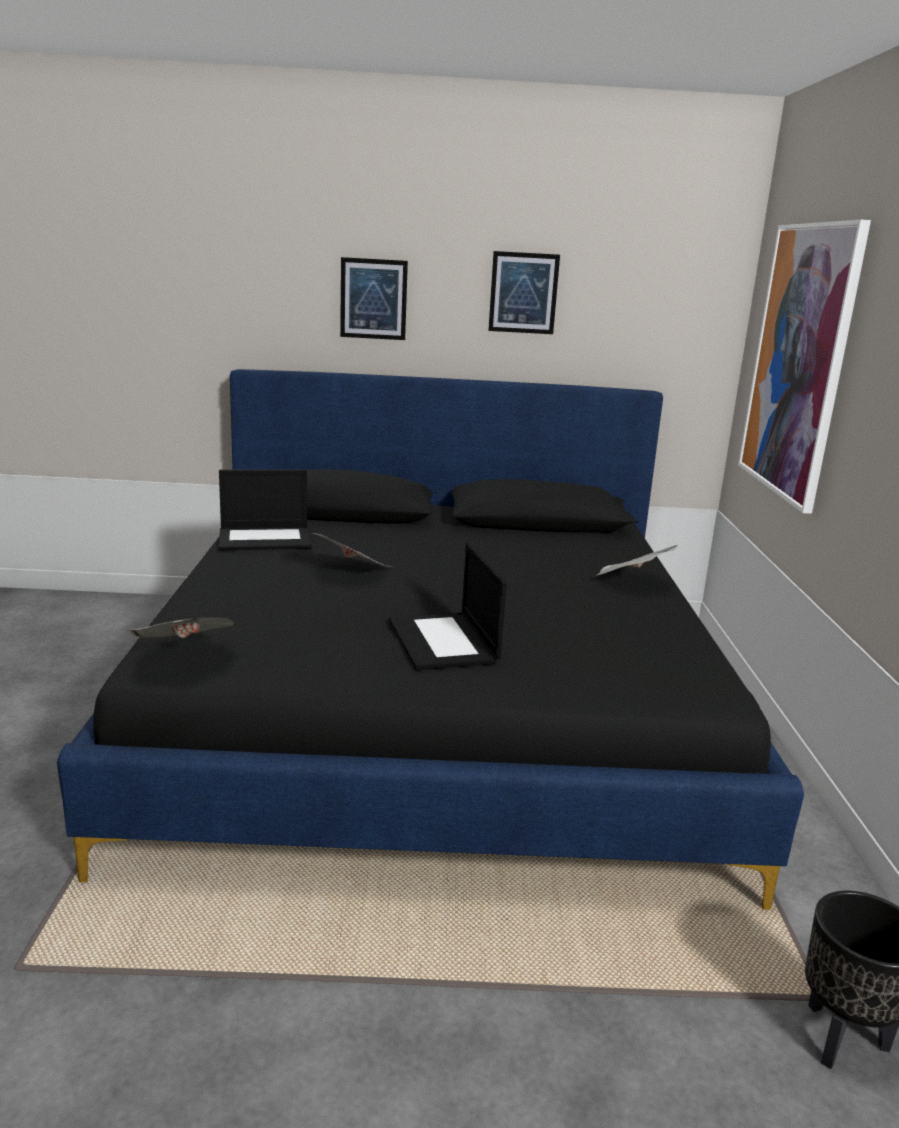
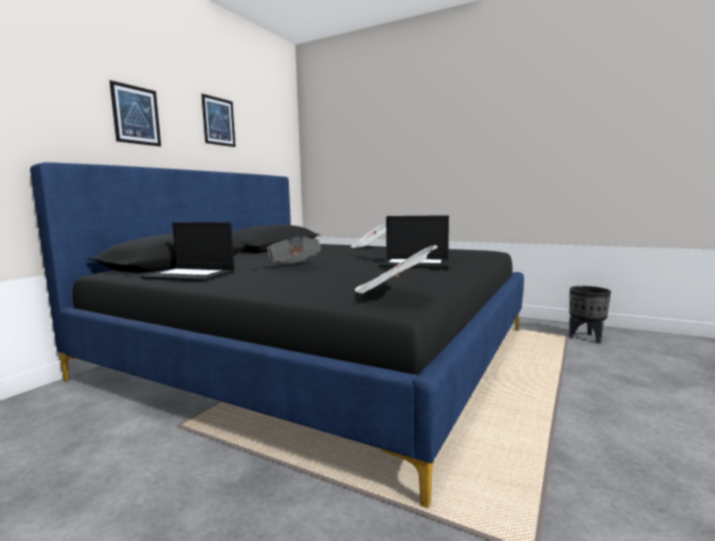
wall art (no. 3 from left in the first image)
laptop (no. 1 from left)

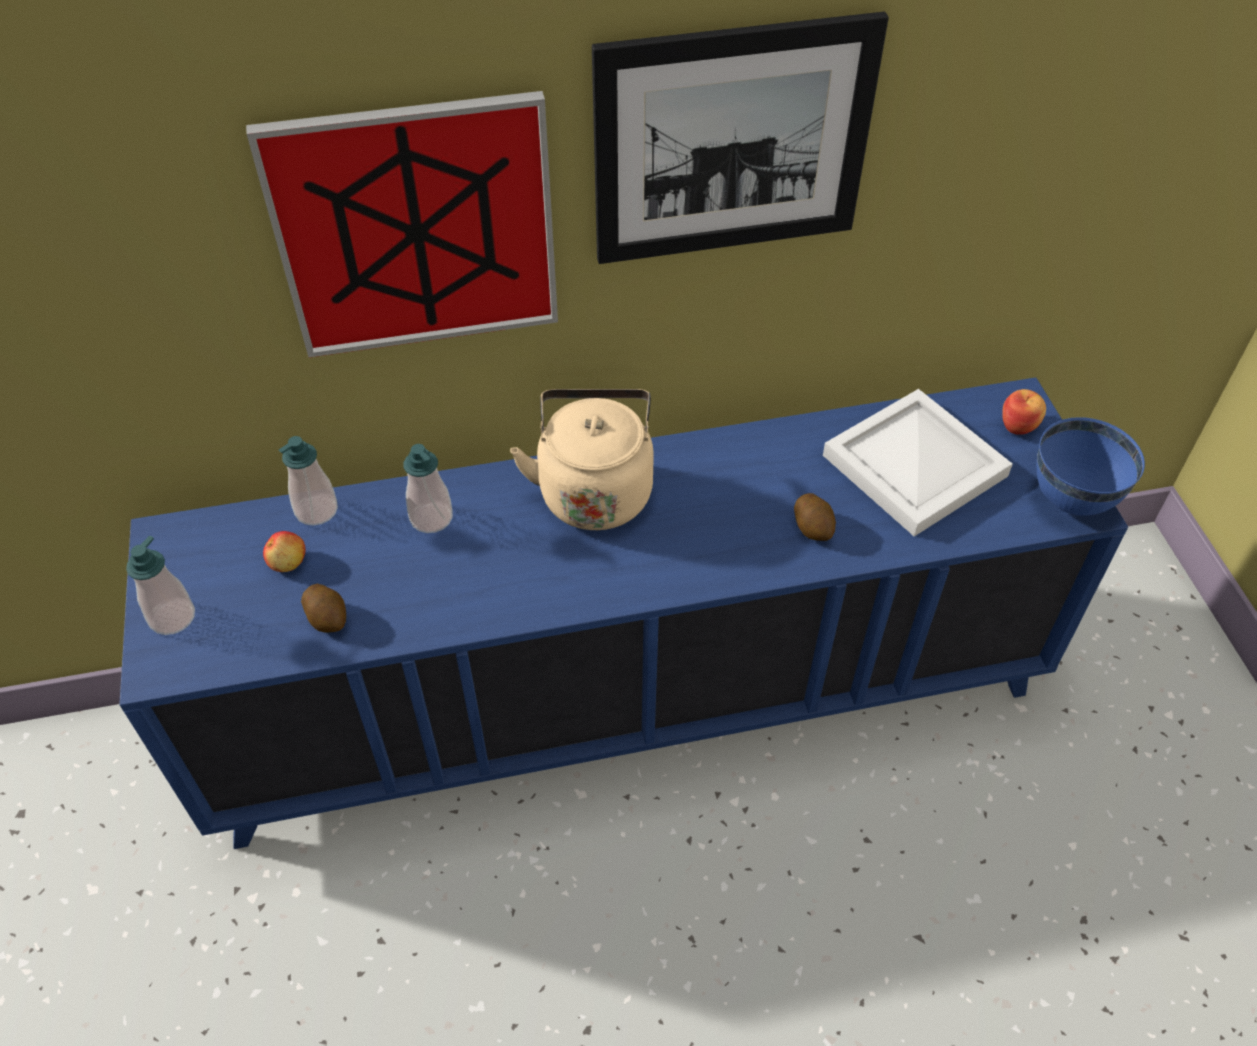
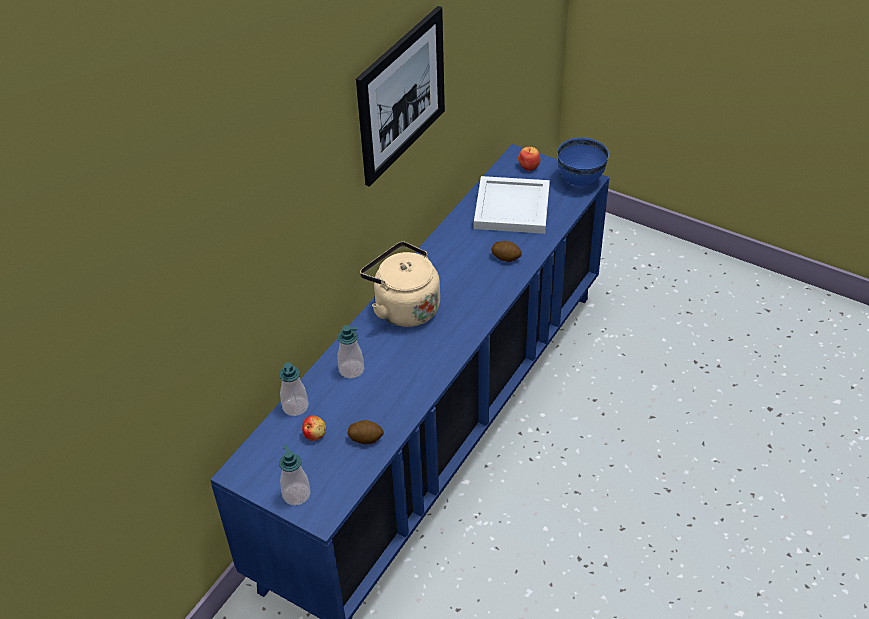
wall art (no. 1 from left in the first image)

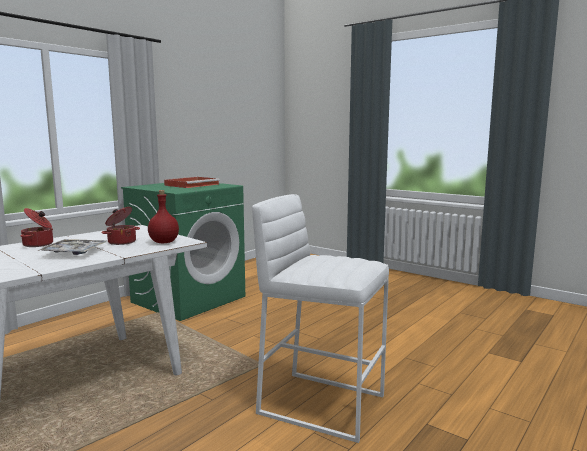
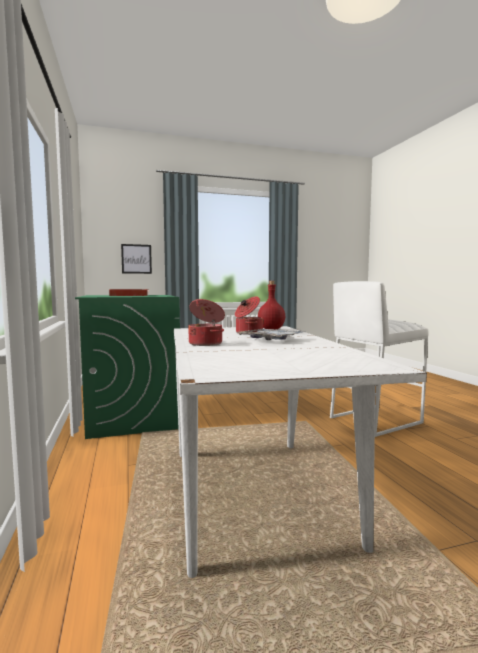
wall art

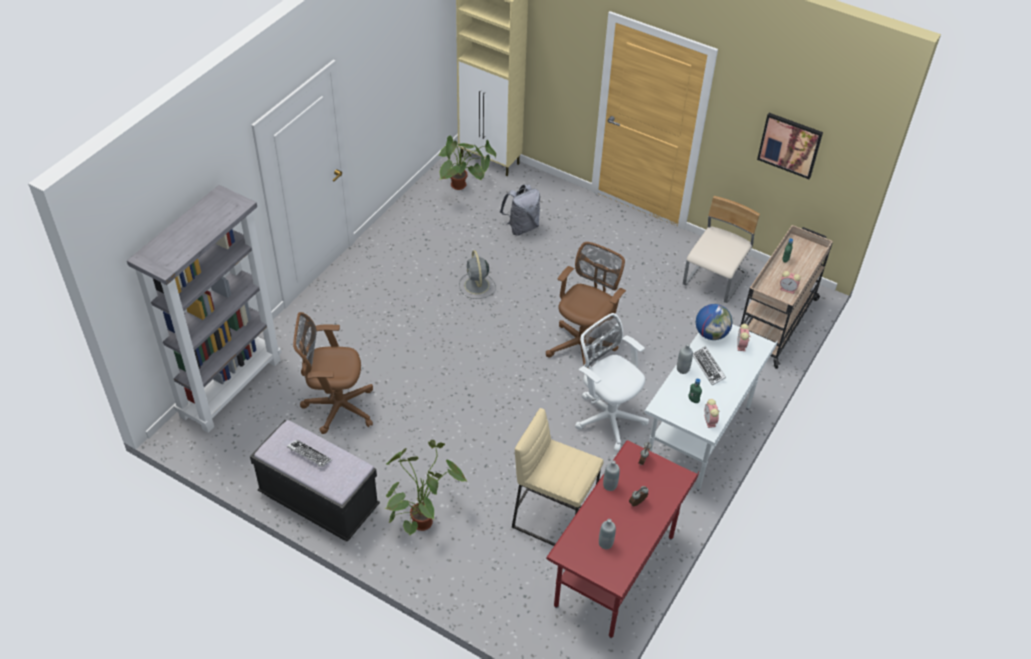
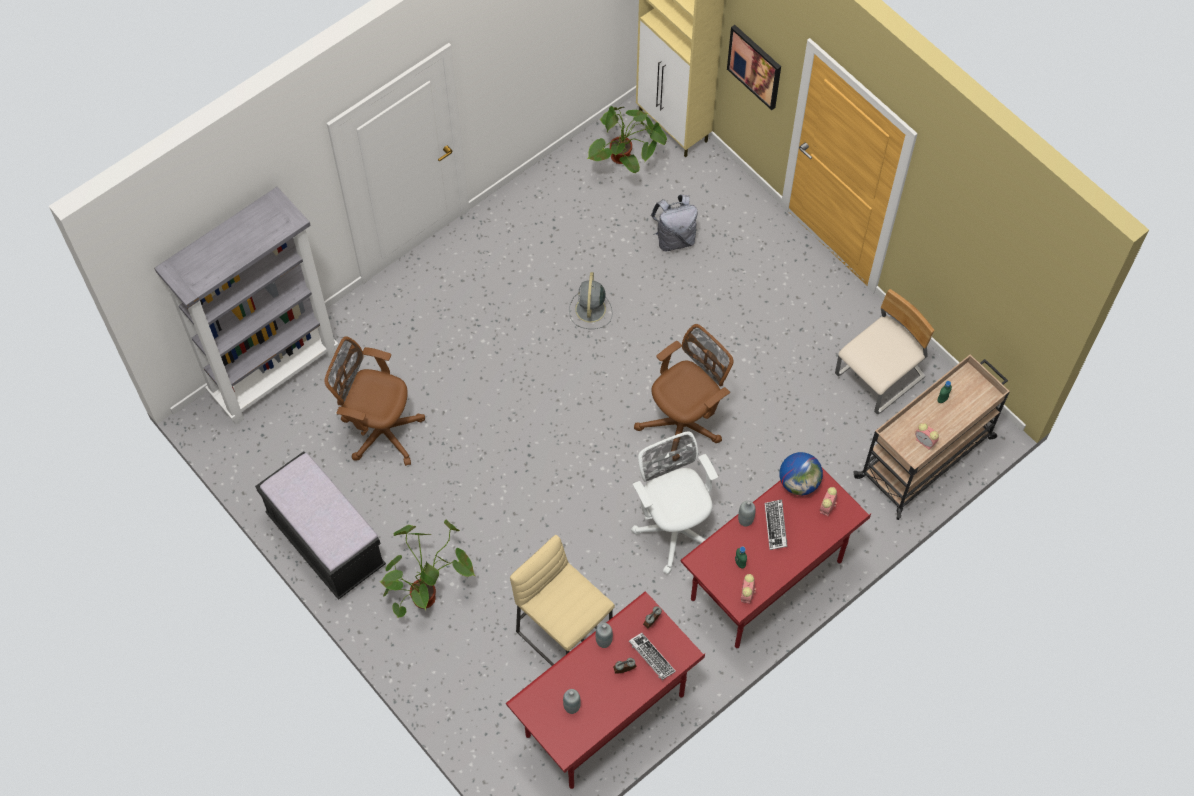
wall art
desk unit (reddish) (no. 2 from left)
PC keyboard (no. 1 from left)

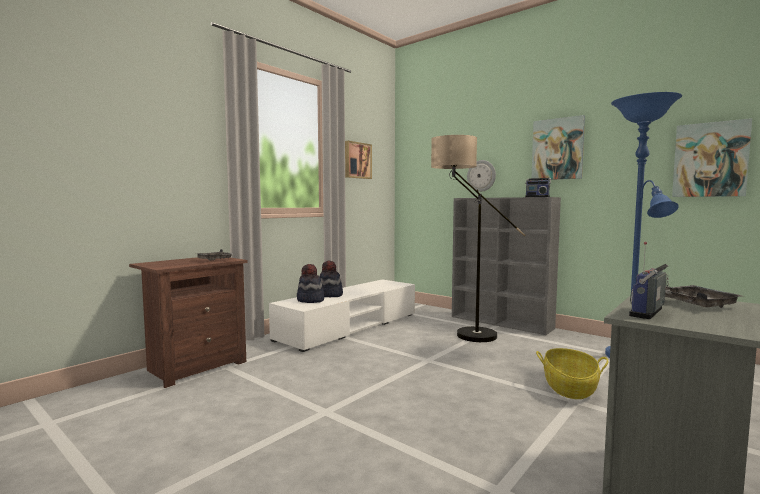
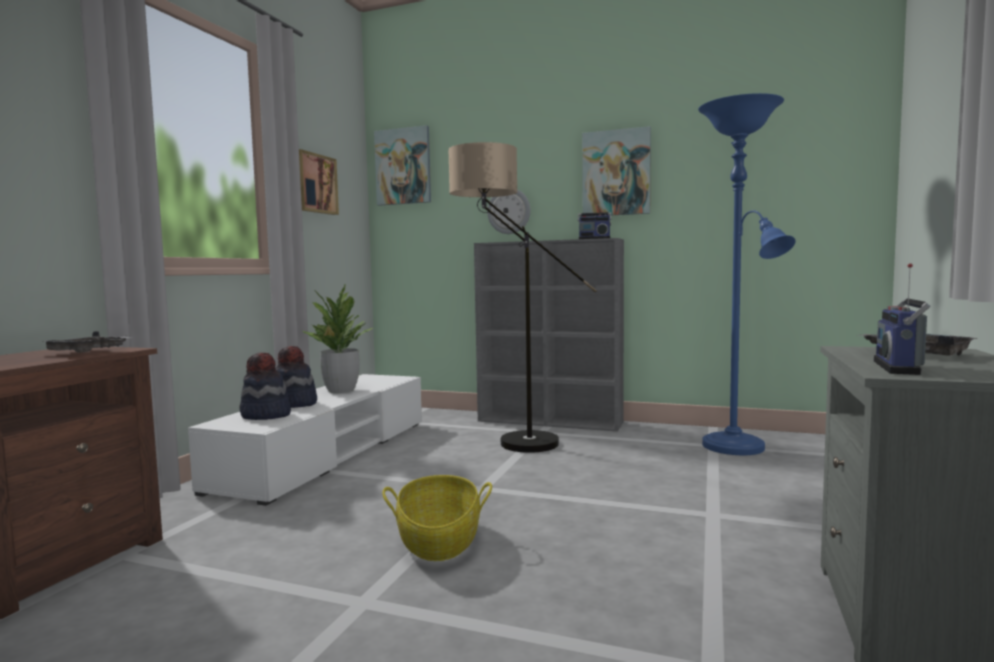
wall art (no. 2 from left)
basket
potted plant

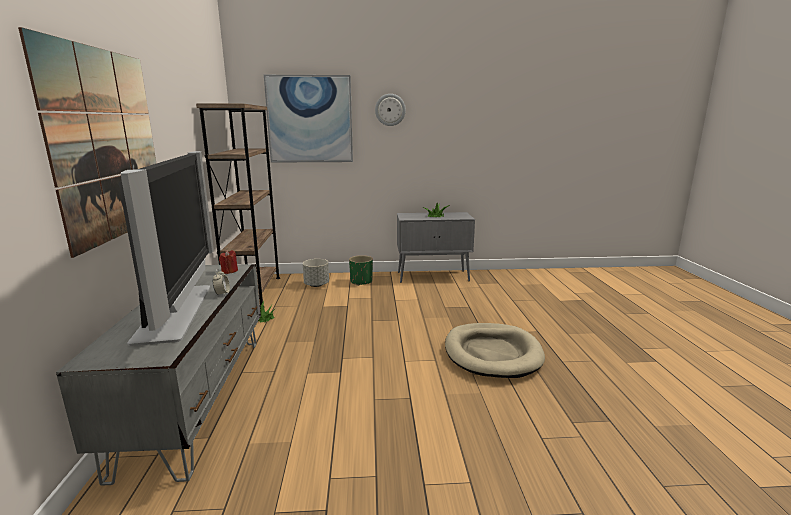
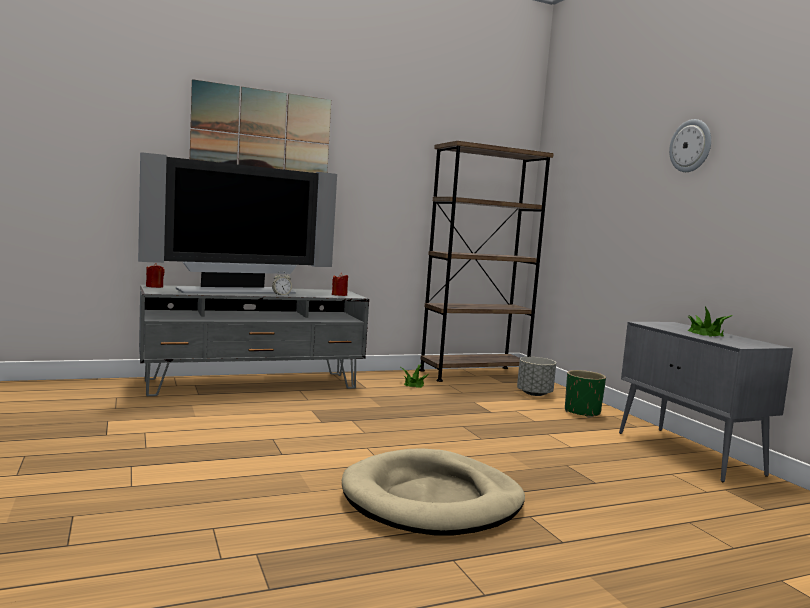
wall art (no. 2 from left in the first image)
wax light (reddish) (no. 1 from left)

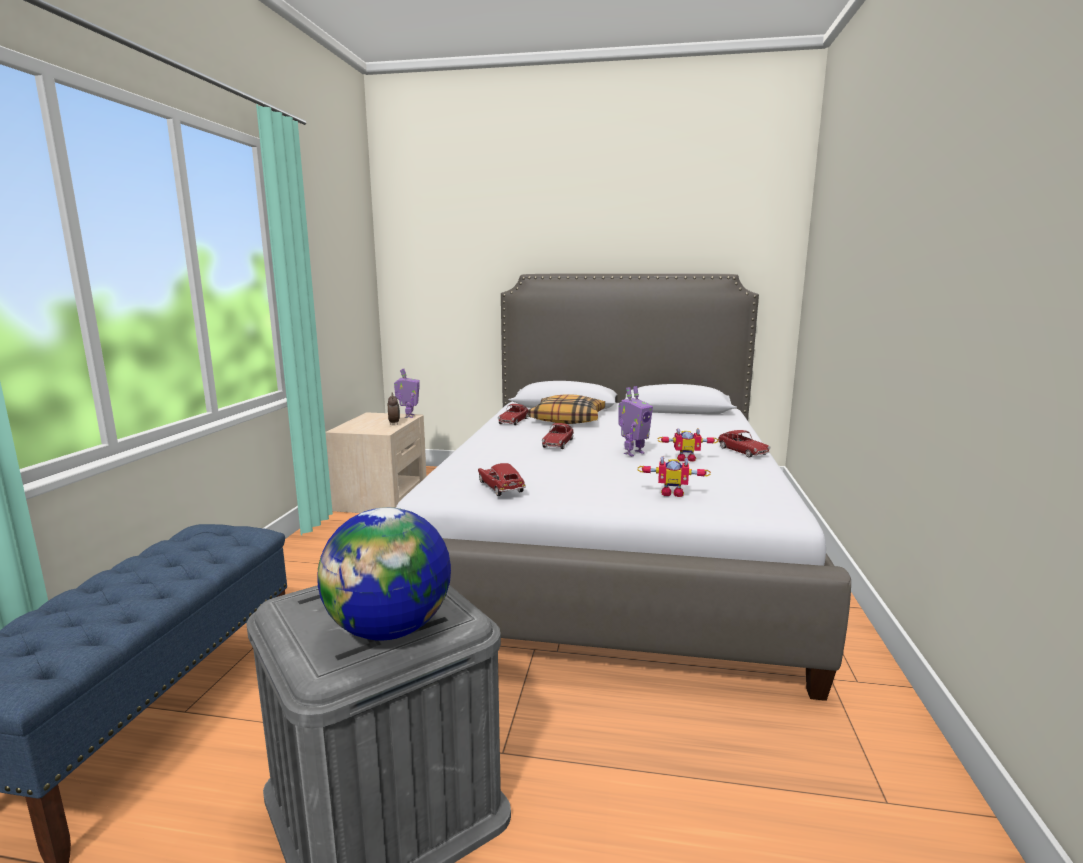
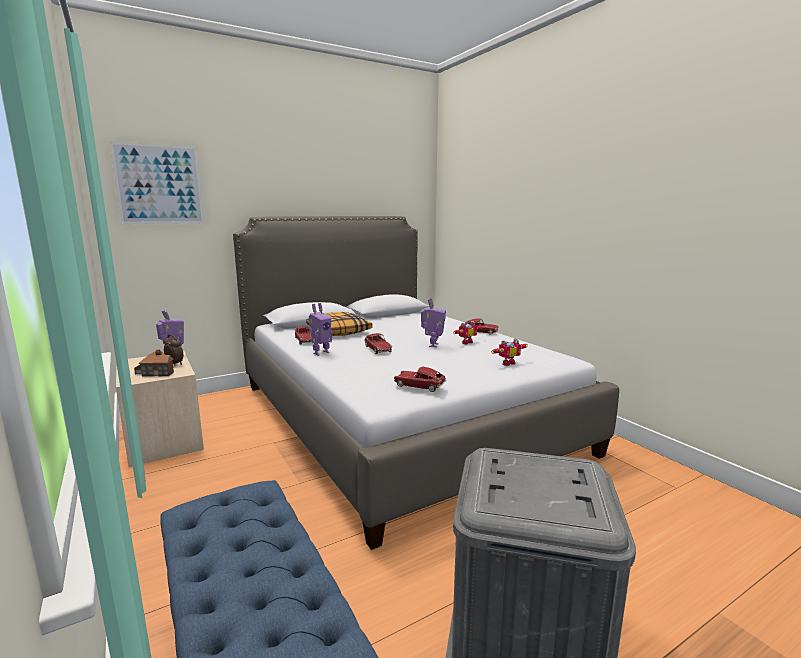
world globe
wall art
robot figure (no. 2 from left)
toy house

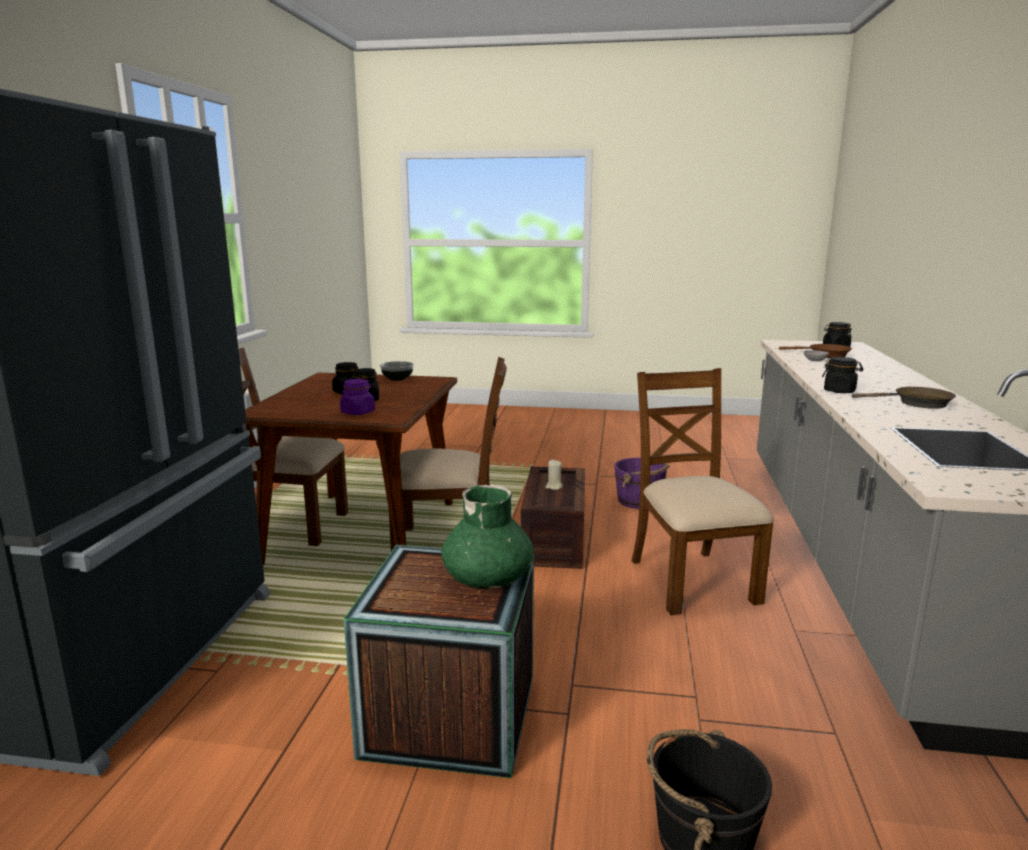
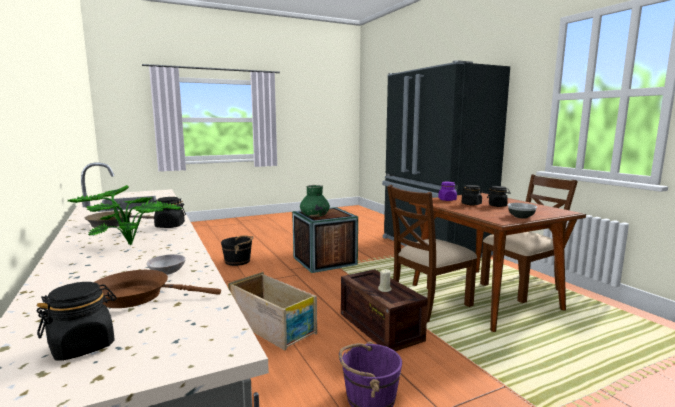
crate (no. 1 from left)
potted plant

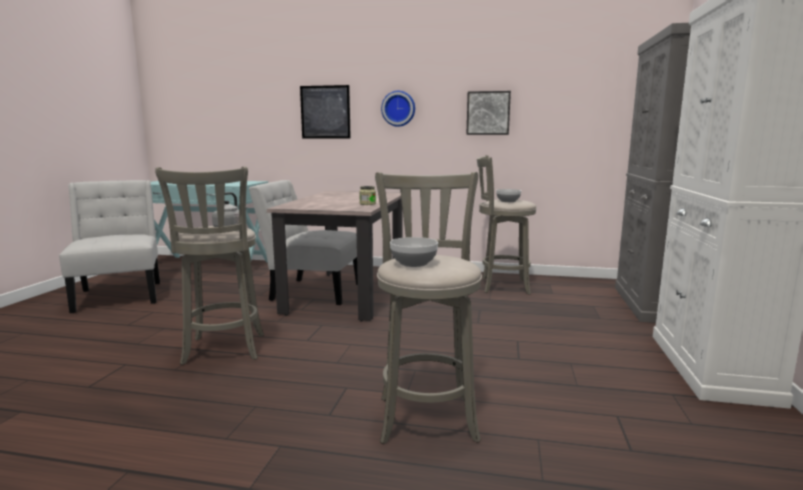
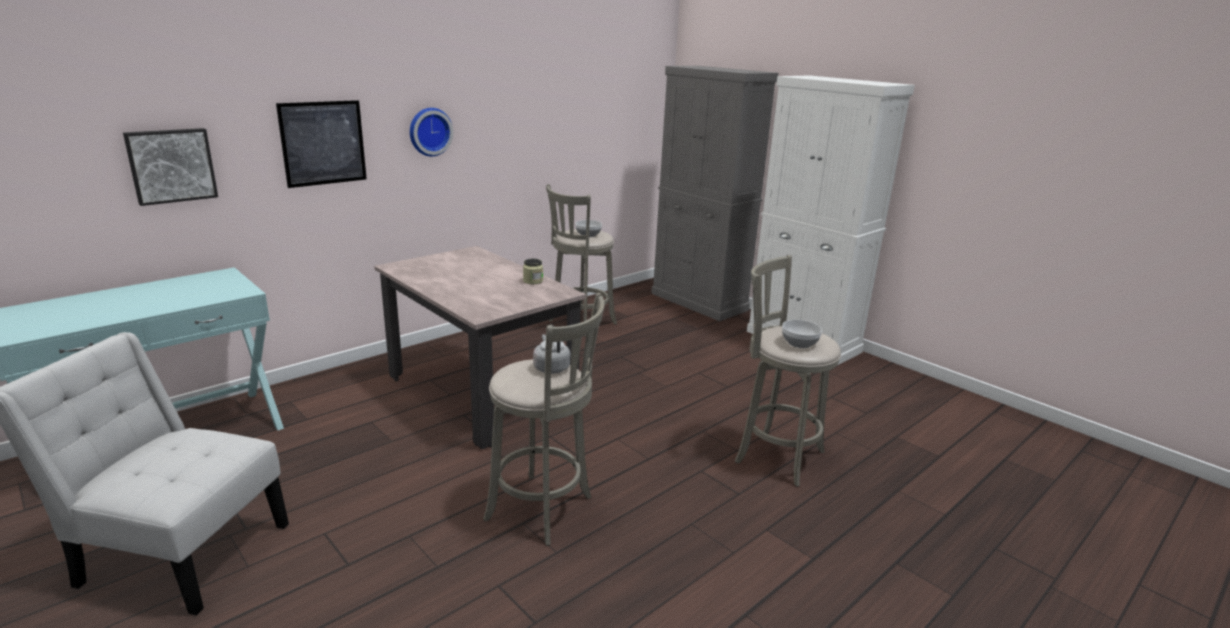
wall art (no. 1 from left)
upright chair (white-coloured) (no. 2 from left in the first image)

